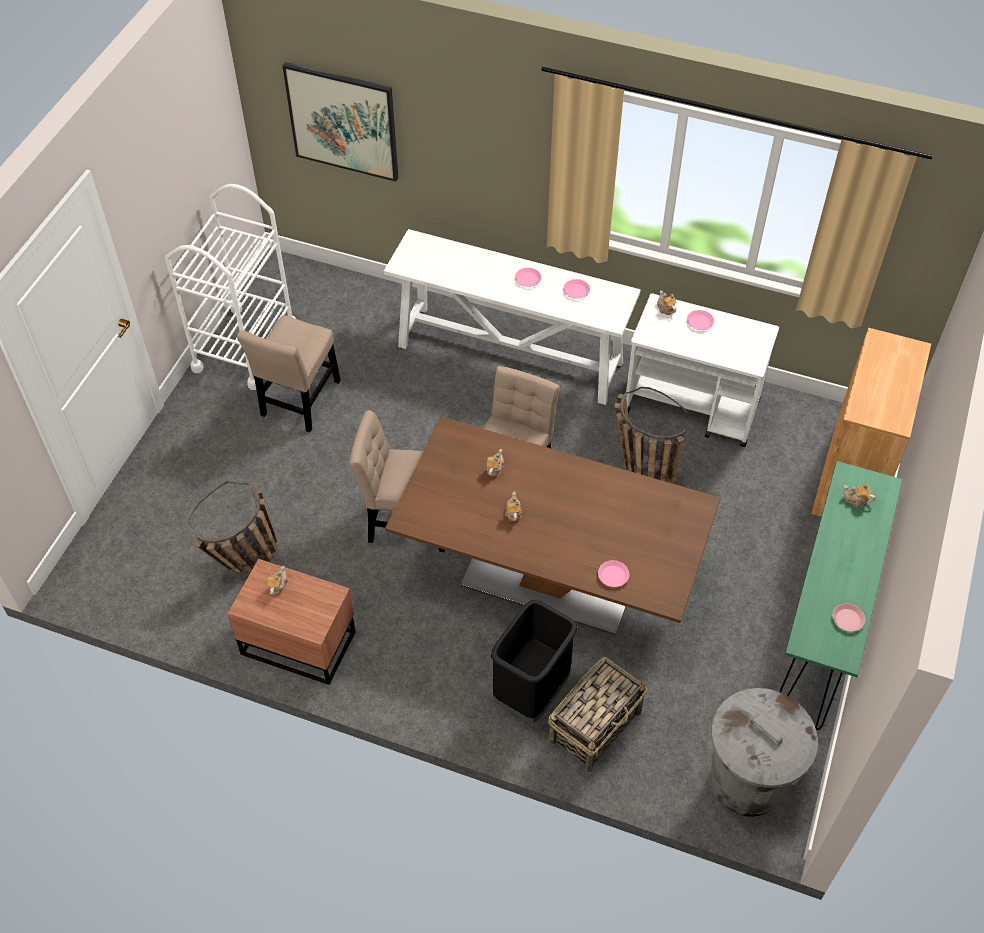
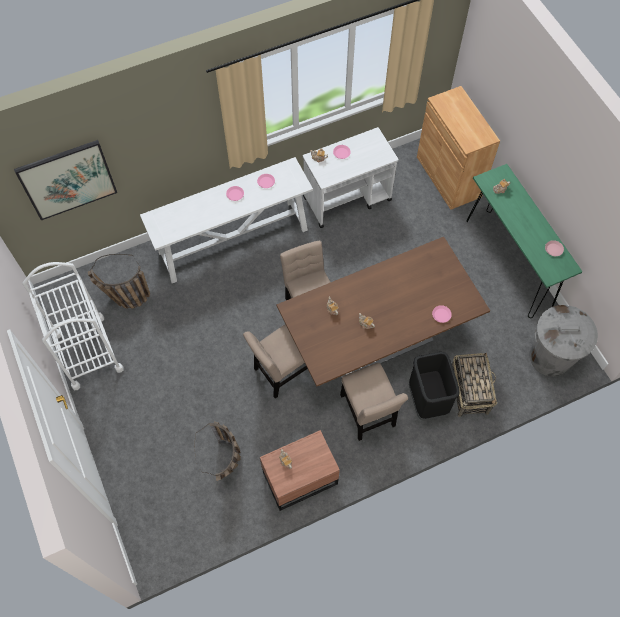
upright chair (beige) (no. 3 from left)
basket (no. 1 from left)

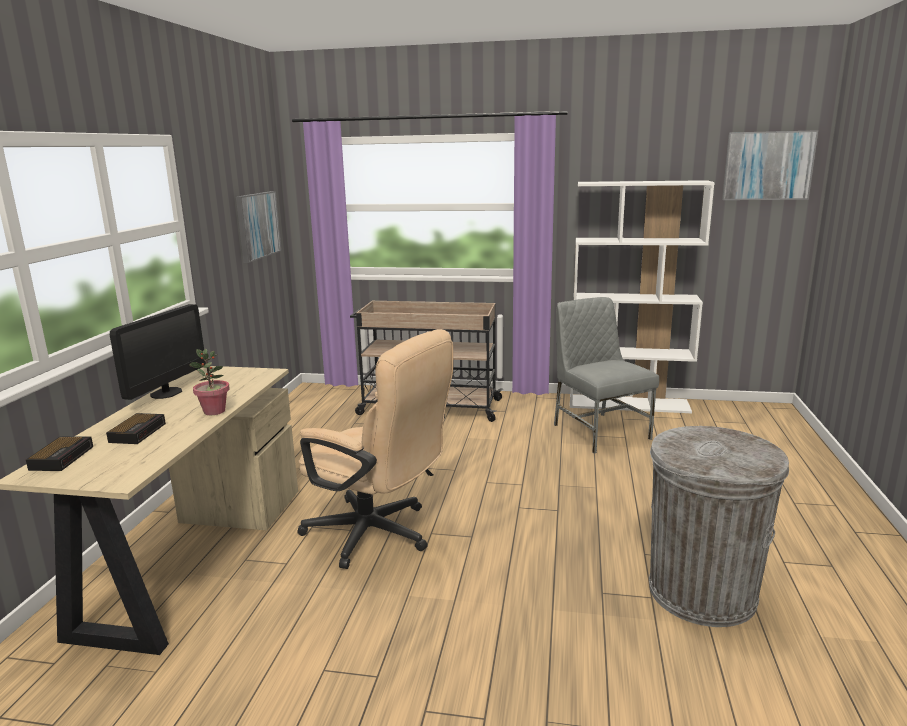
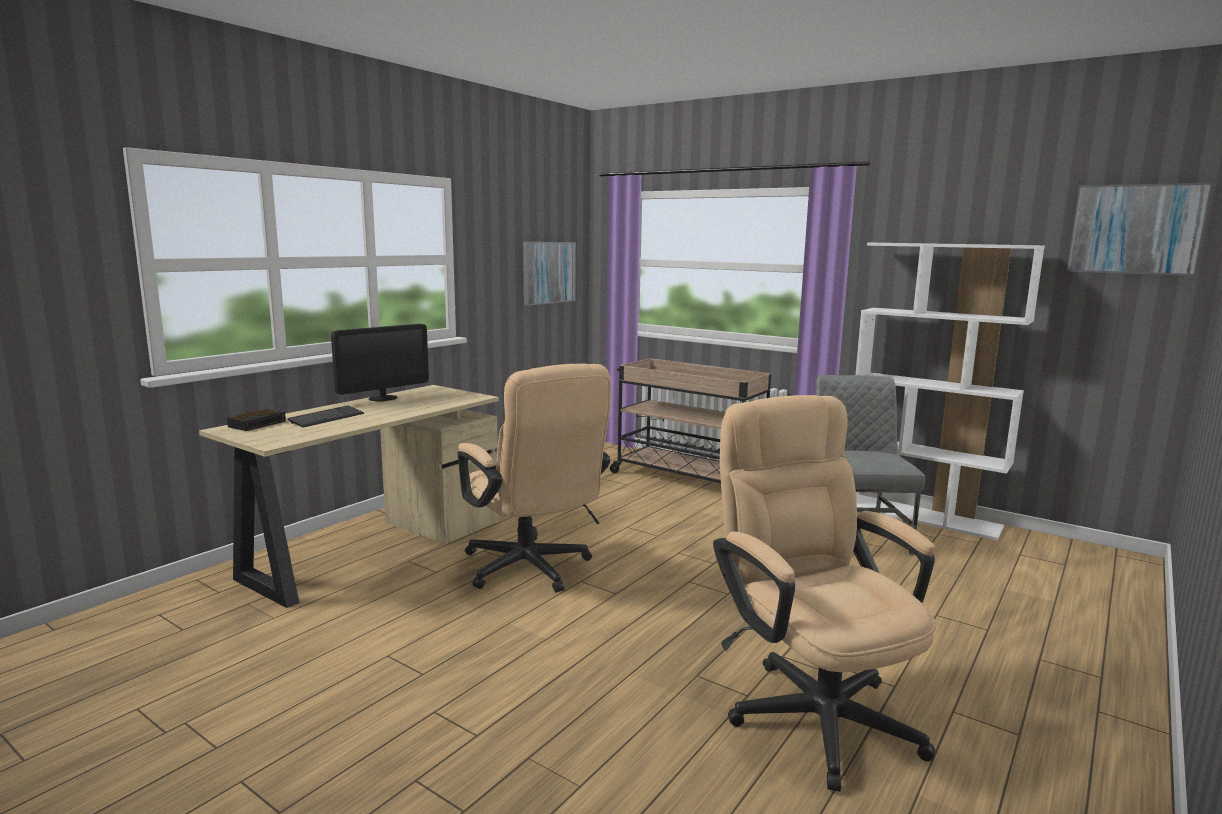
potted plant
PC keyboard
office chair (beige) (no. 2 from left)

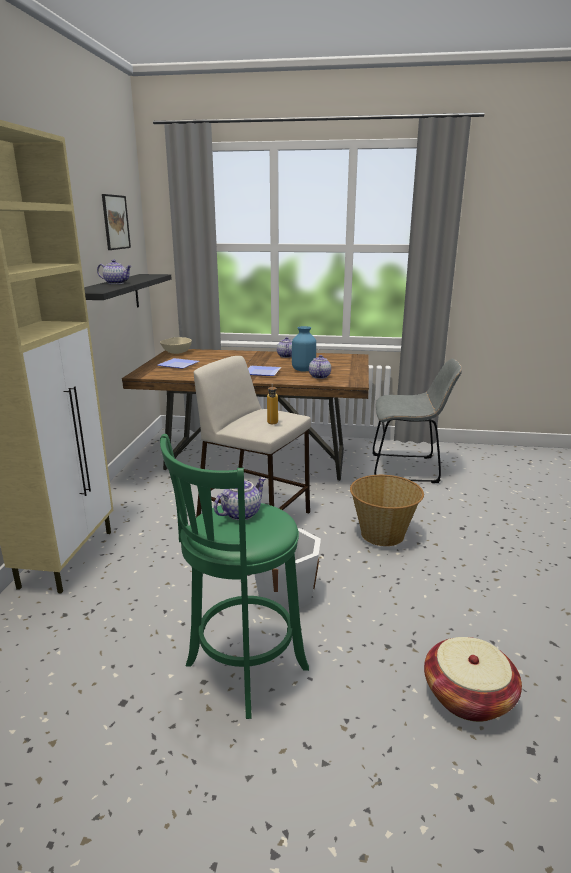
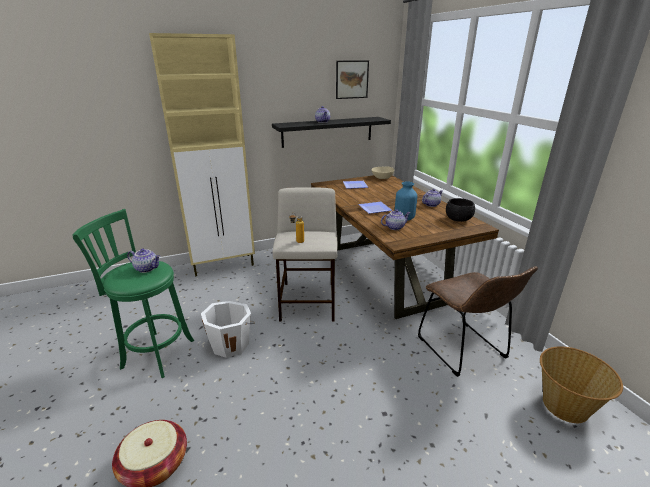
upright chair (brownish)
basket (no. 2 from left)
bowl (black)

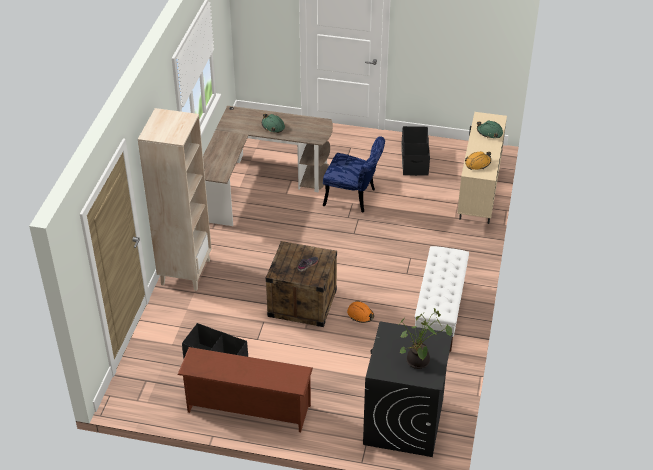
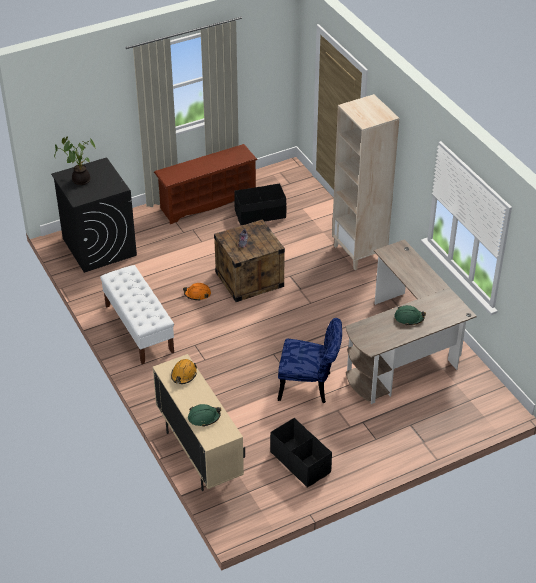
upright chair (bluish)

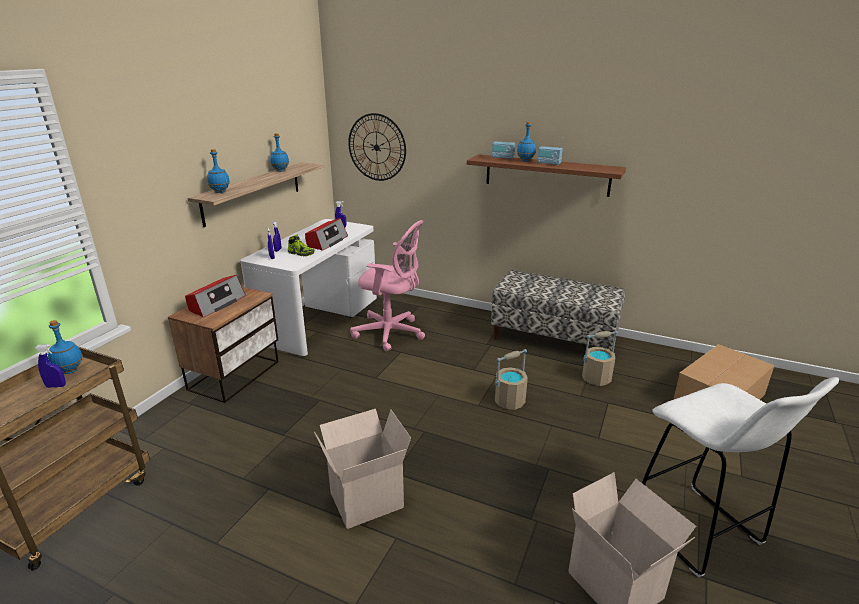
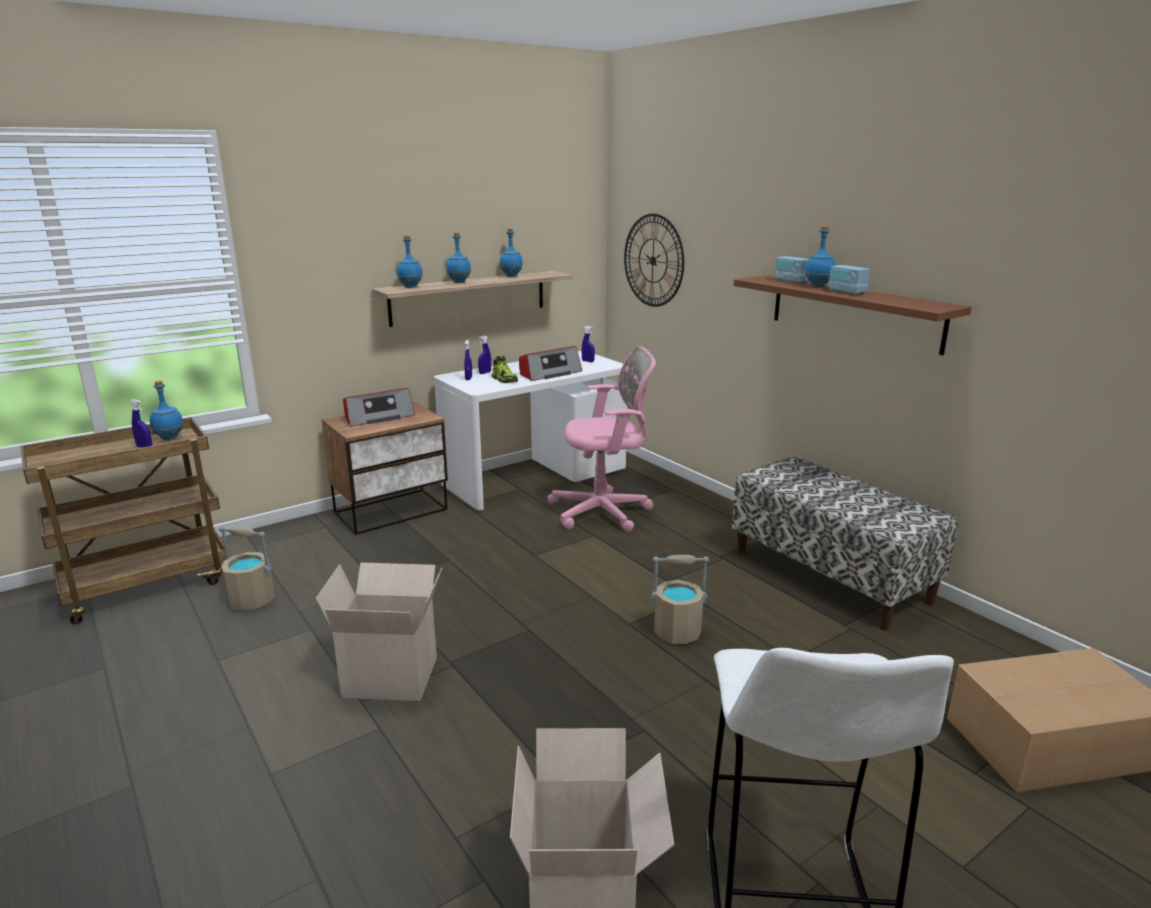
office chair (pinkish)
bucket (beige) (no. 1 from left)
drink bottle (bluish) (no. 3 from left)

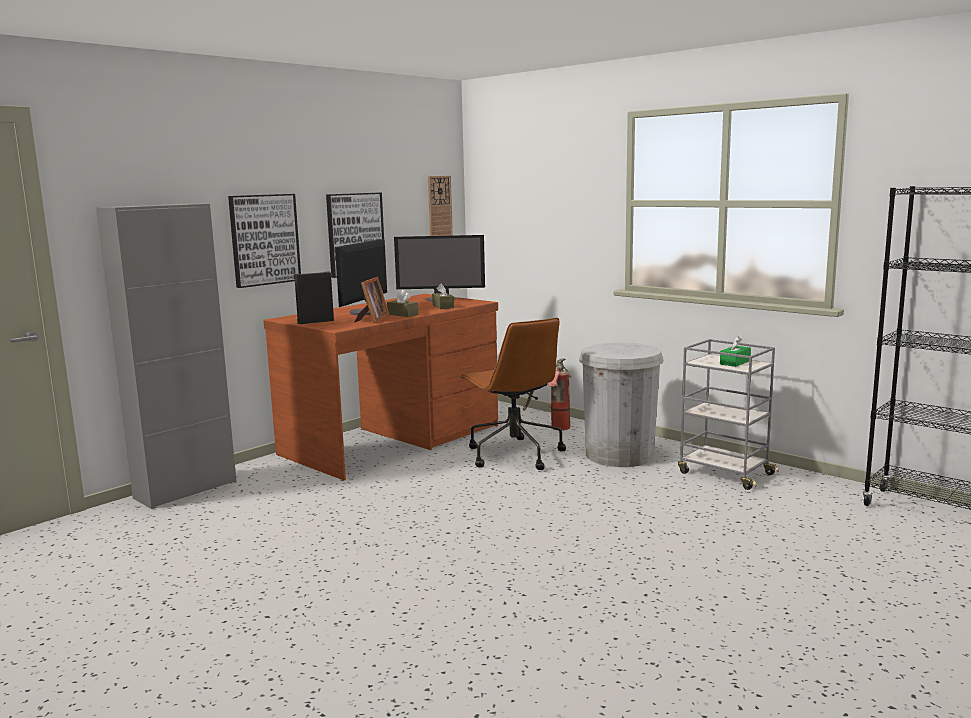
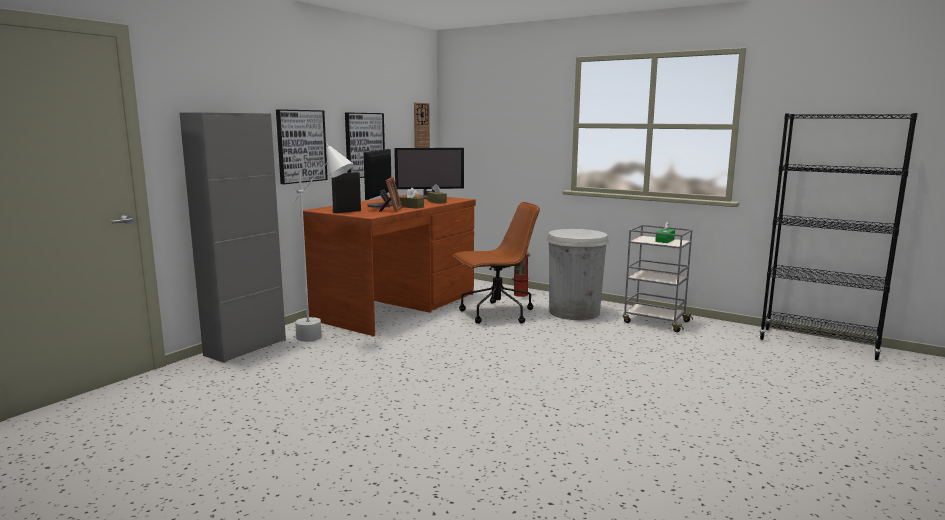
office chair (brownish)
standing lamp (white-coloured)

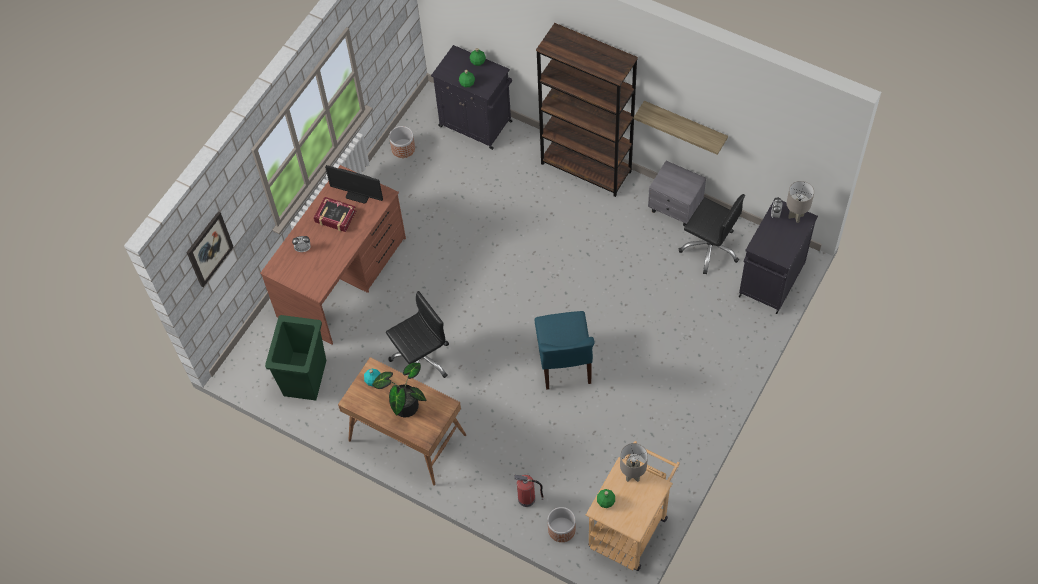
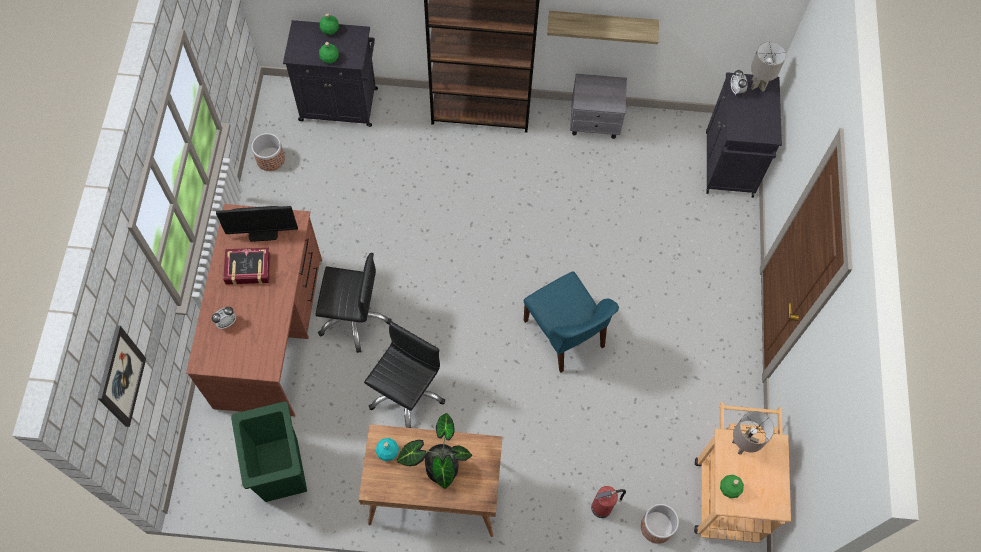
office chair (black) (no. 1 from left)

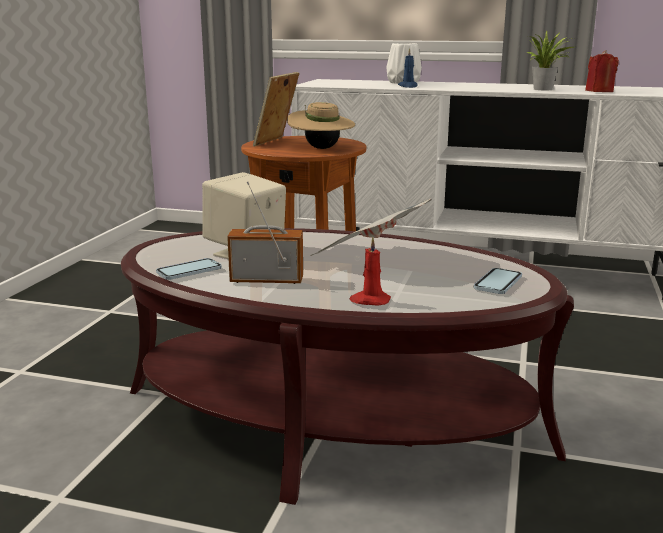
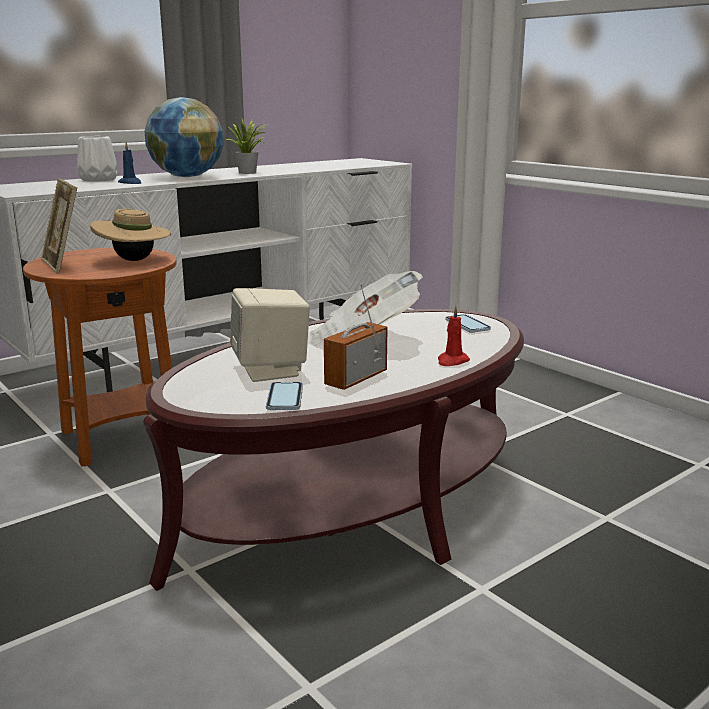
wax light (reddish) (no. 2 from left in the first image)
world globe

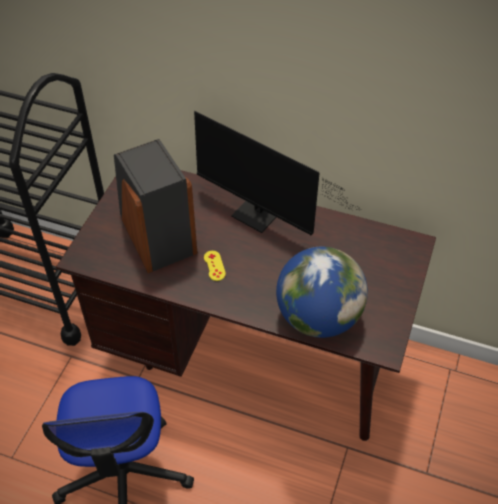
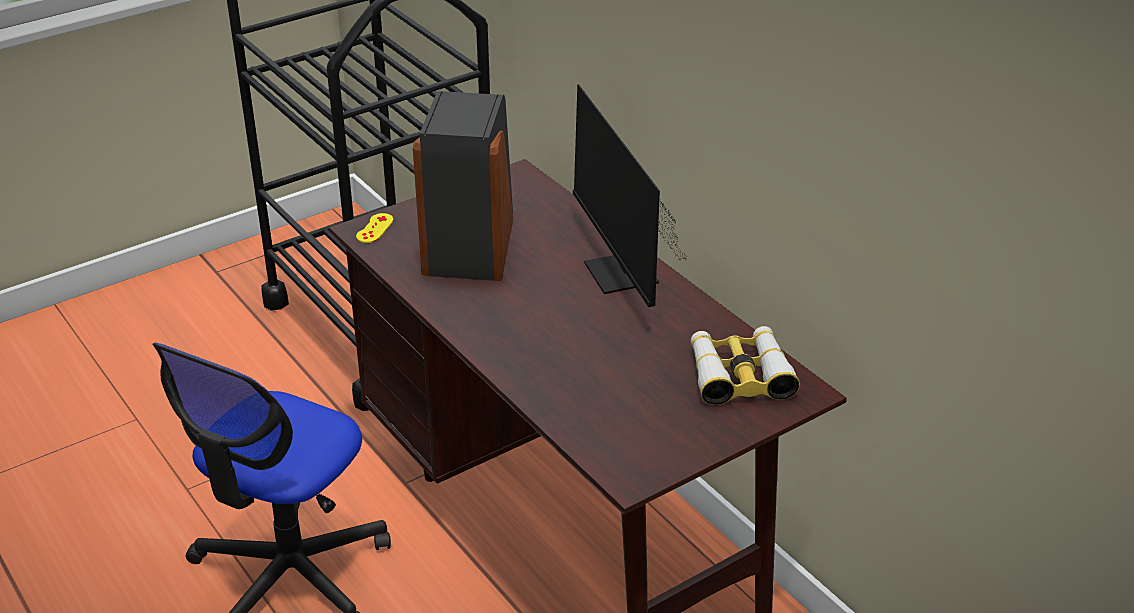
world globe
joypad (yellowish)
pair of binoculars

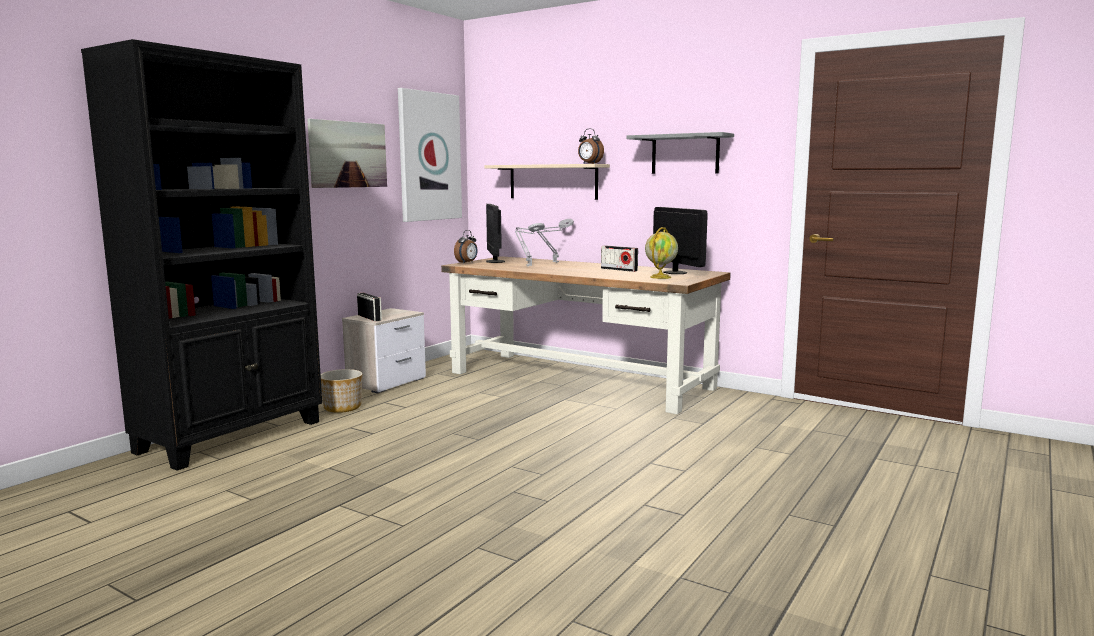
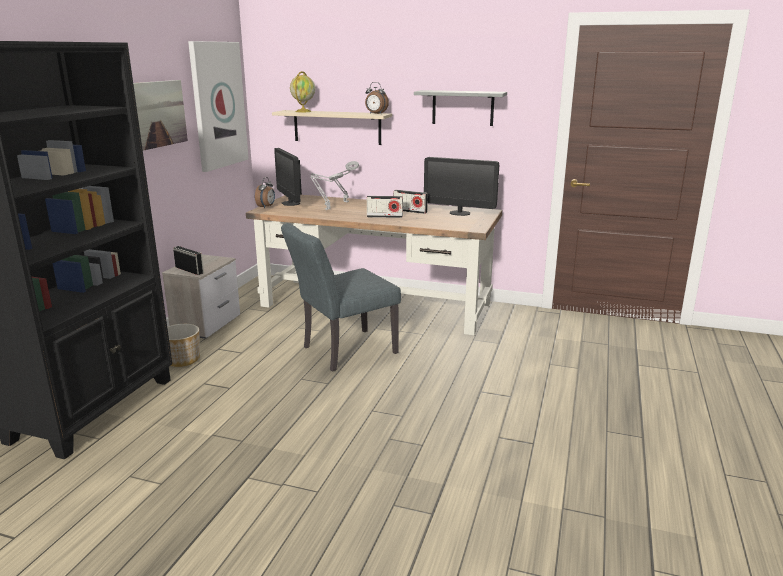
monitor (no. 2 from left)
world globe
radio (no. 2 from left)
upright chair (gray)

